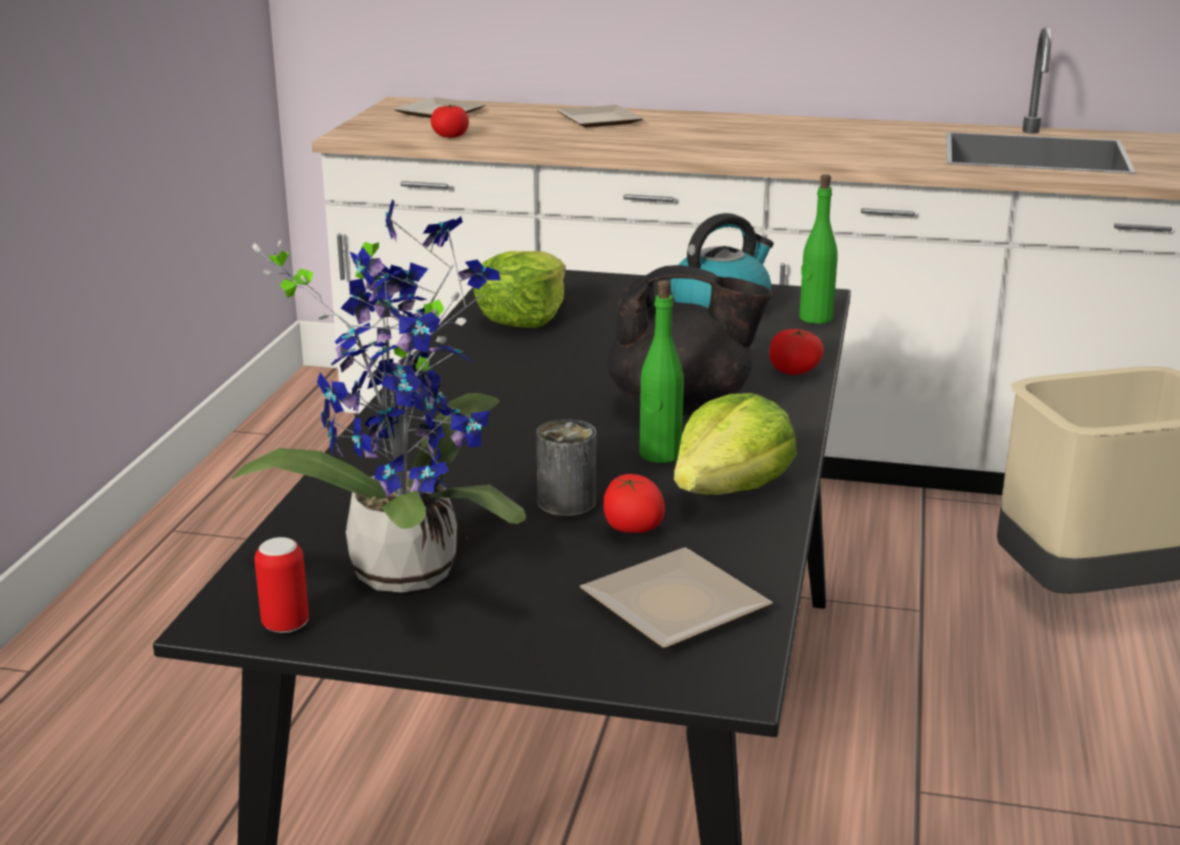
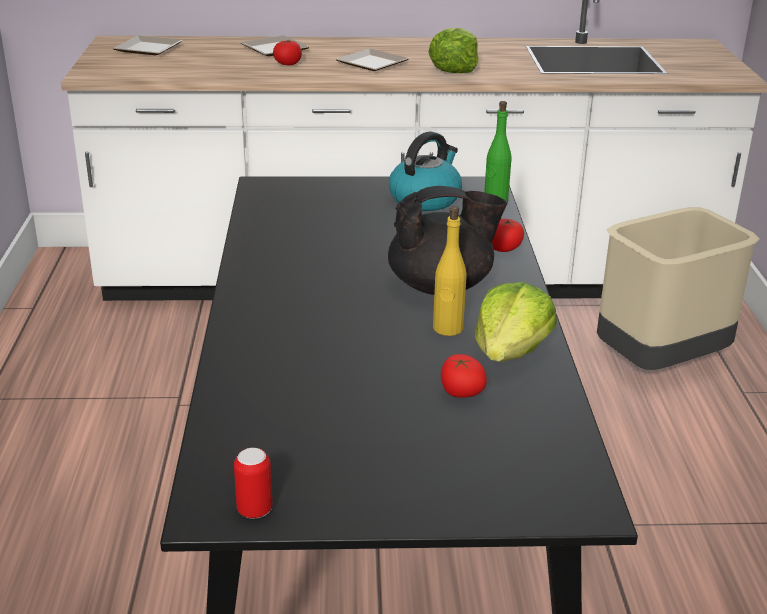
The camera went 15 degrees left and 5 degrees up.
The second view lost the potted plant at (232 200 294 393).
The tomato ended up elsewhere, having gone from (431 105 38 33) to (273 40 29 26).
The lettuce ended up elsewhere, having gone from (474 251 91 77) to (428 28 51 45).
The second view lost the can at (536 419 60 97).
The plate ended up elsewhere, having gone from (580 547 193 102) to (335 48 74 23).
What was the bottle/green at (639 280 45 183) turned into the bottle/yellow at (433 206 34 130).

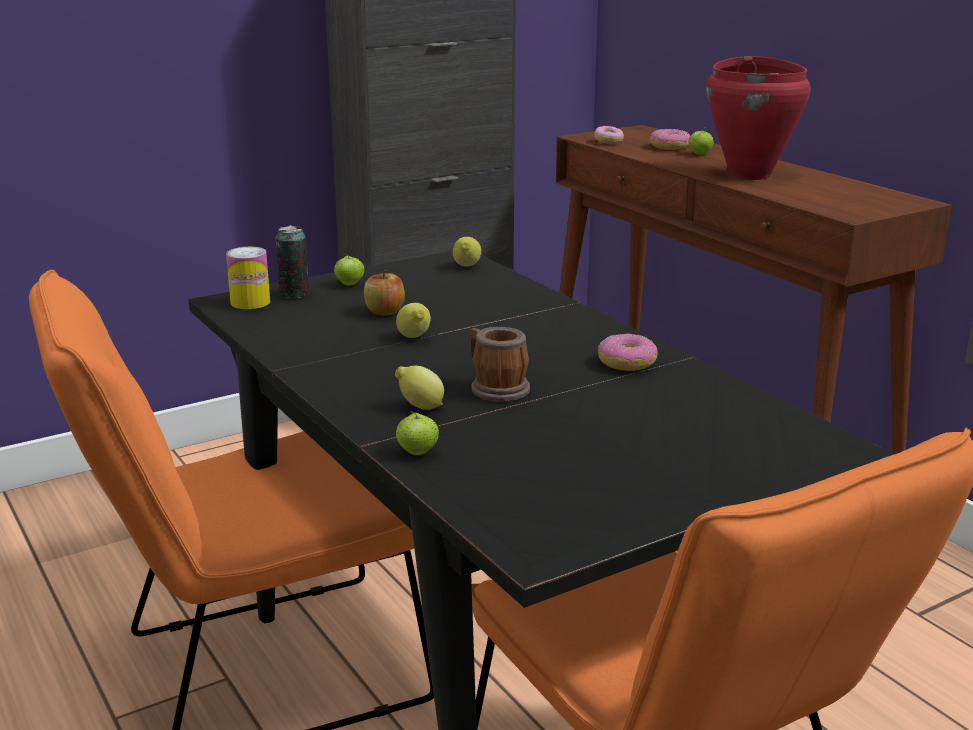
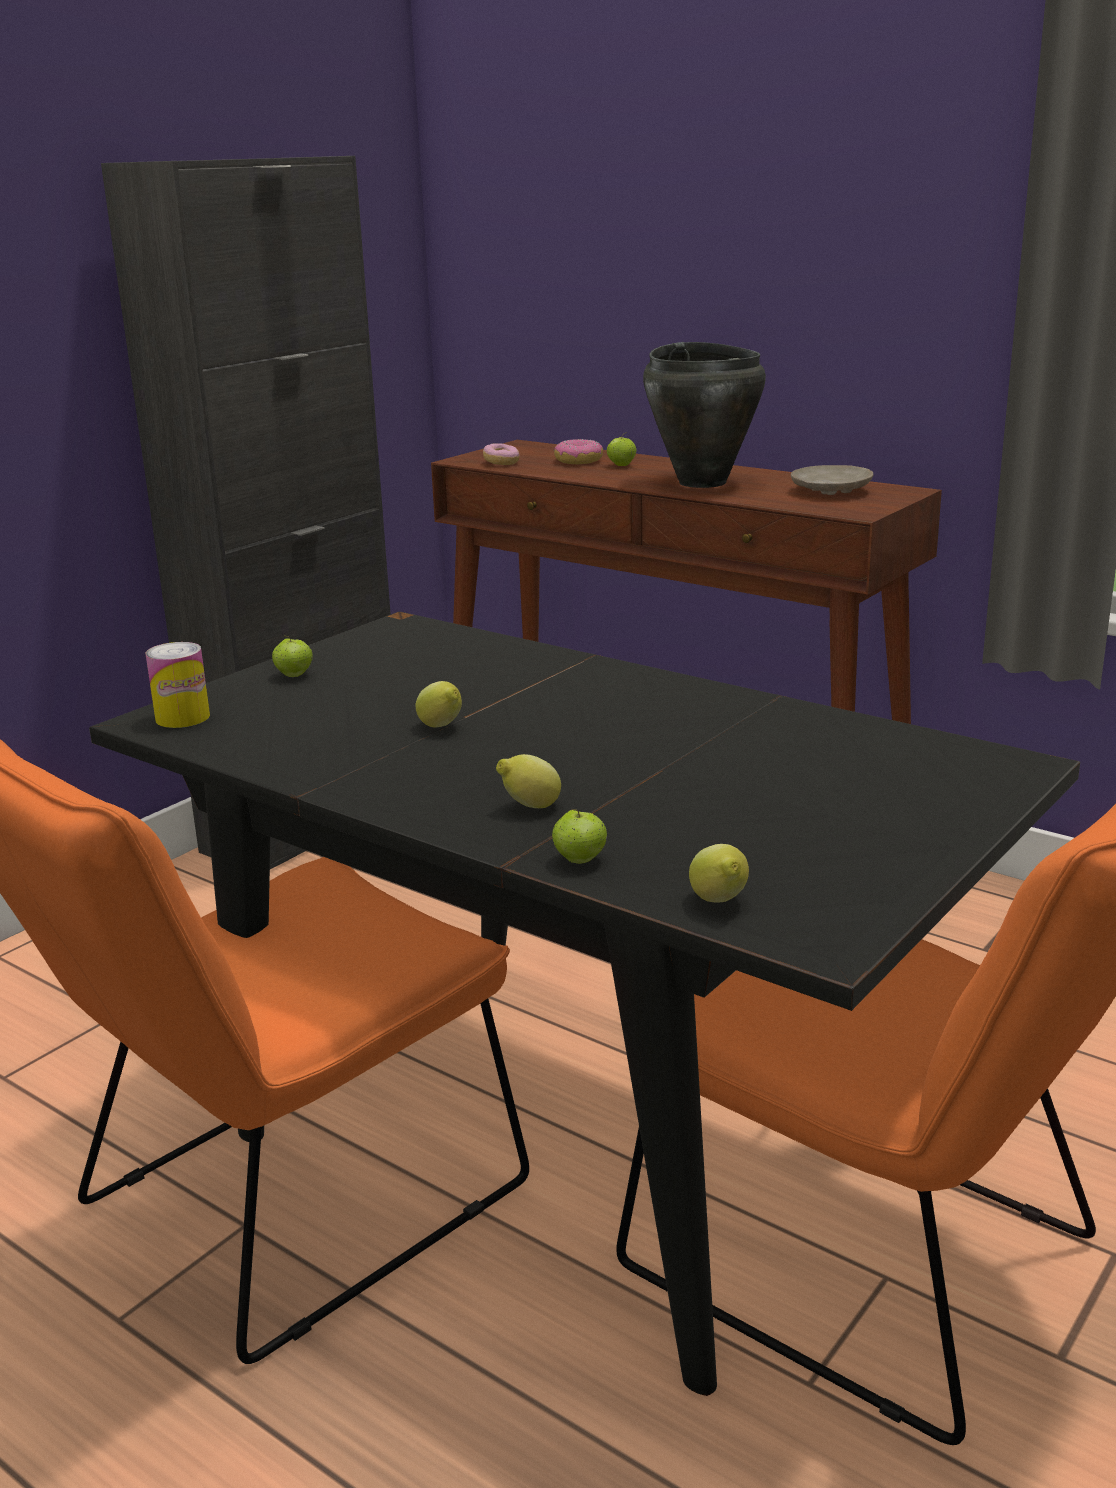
The camera went 20 degrees left and 0 degrees up.
The second view lost the can at (275 225 34 73).
The second view lost the apple at (364 270 41 45).
The lemon ended up elsewhere, having gone from (453 237 28 30) to (689 844 60 59).
The second view lost the mug at (469 327 61 75).
The second view lost the donut at (598 333 60 38).
What was the cooking pot/red at (706 56 105 124) turned into the cooking pot/black at (643 342 123 146).
The second view gained the plate/beige at (791 465 83 30).

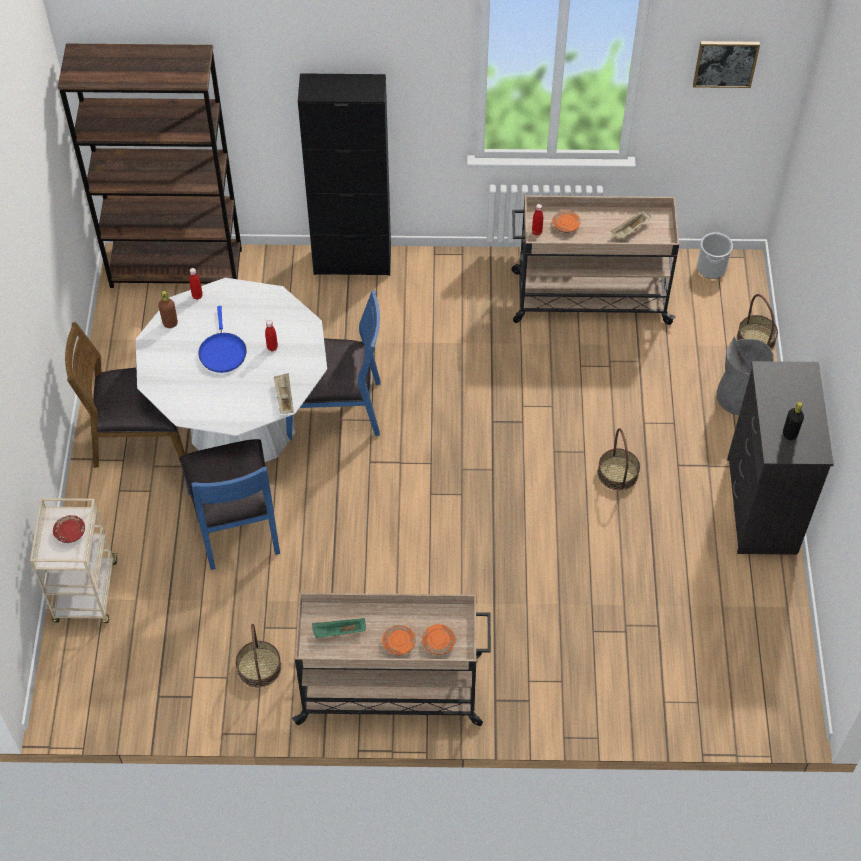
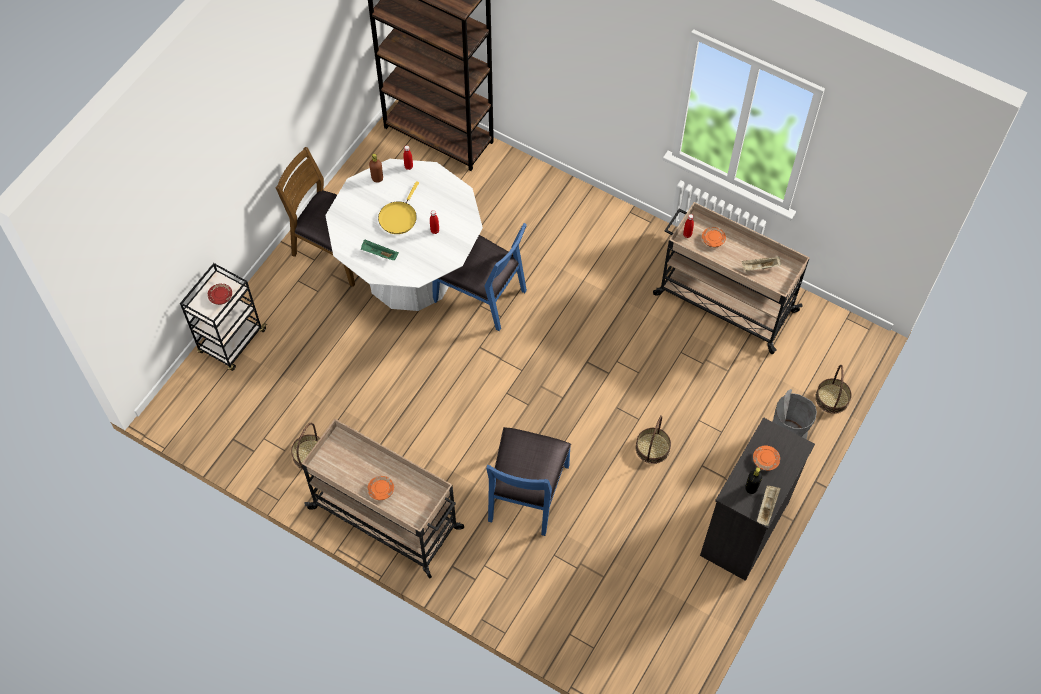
The camera went 30 degrees right and 5 degrees up.
What was the cart/beige at (30 498 87 125) turned into the cart/black at (180 263 88 108).
The chair/blue ended up elsewhere, having gone from (179 439 101 131) to (486 427 85 109).
What was the frying pan/blue at (198 306 49 67) turned into the frying pan/yellow at (378 181 41 53).
The tray/beige ended up elsewhere, having gone from (274 373 20 41) to (757 485 24 41).
The second view lost the cabinet/black at (298 73 93 203).
The tray/green ended up elsewhere, having gone from (312 618 54 20) to (361 239 38 21).
The plate/orange ended up elsewhere, having gone from (422 624 34 31) to (753 446 27 25).
The second view lost the picture at (693 41 67 47).
The second view lost the bucket at (697 232 36 47).

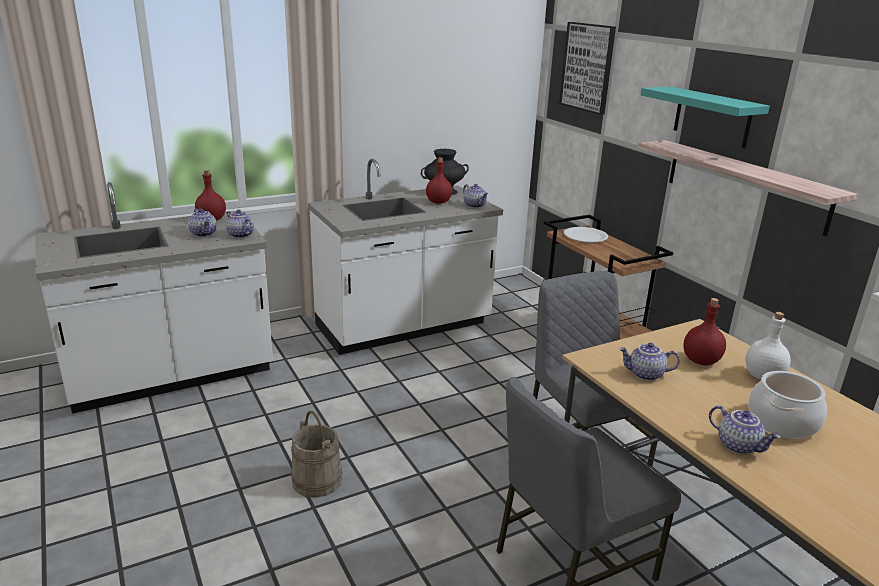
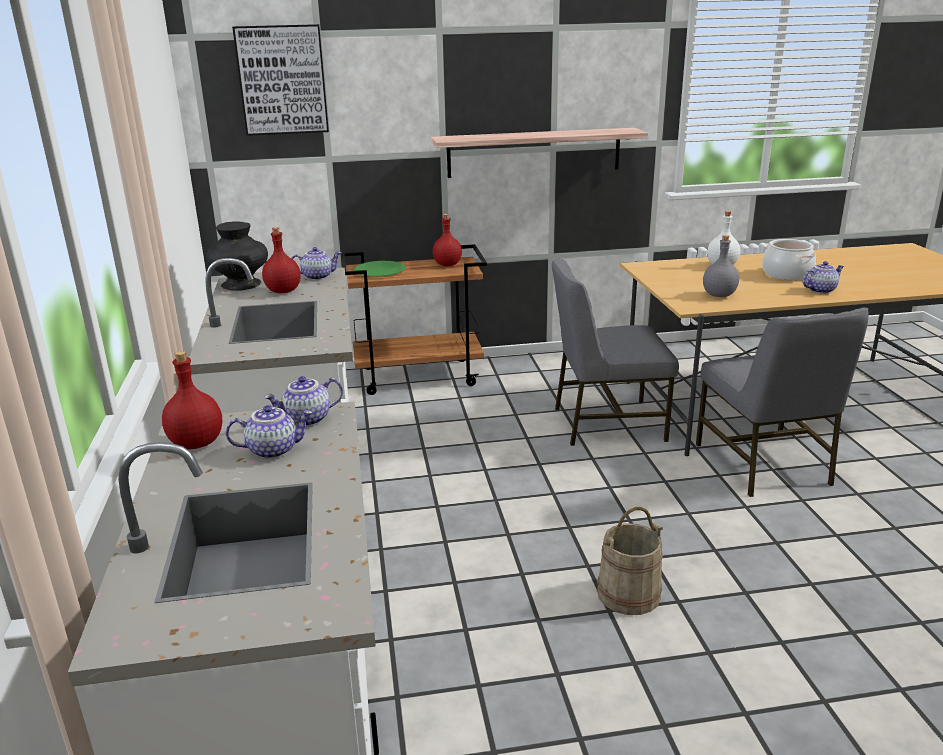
The camera went 70 degrees left and 0 degrees up.
What was the plate/white at (564 227 44 15) turned into the plate/green at (354 261 52 16).
Where the teapot stood at (619 343 61 38), the bottle/grey came to stand at (703 235 36 62).
The second view lost the shelf/turquoise at (640 86 130 62).
The bottle/red ended up elsewhere, having gone from (683 298 43 67) to (432 214 30 52).

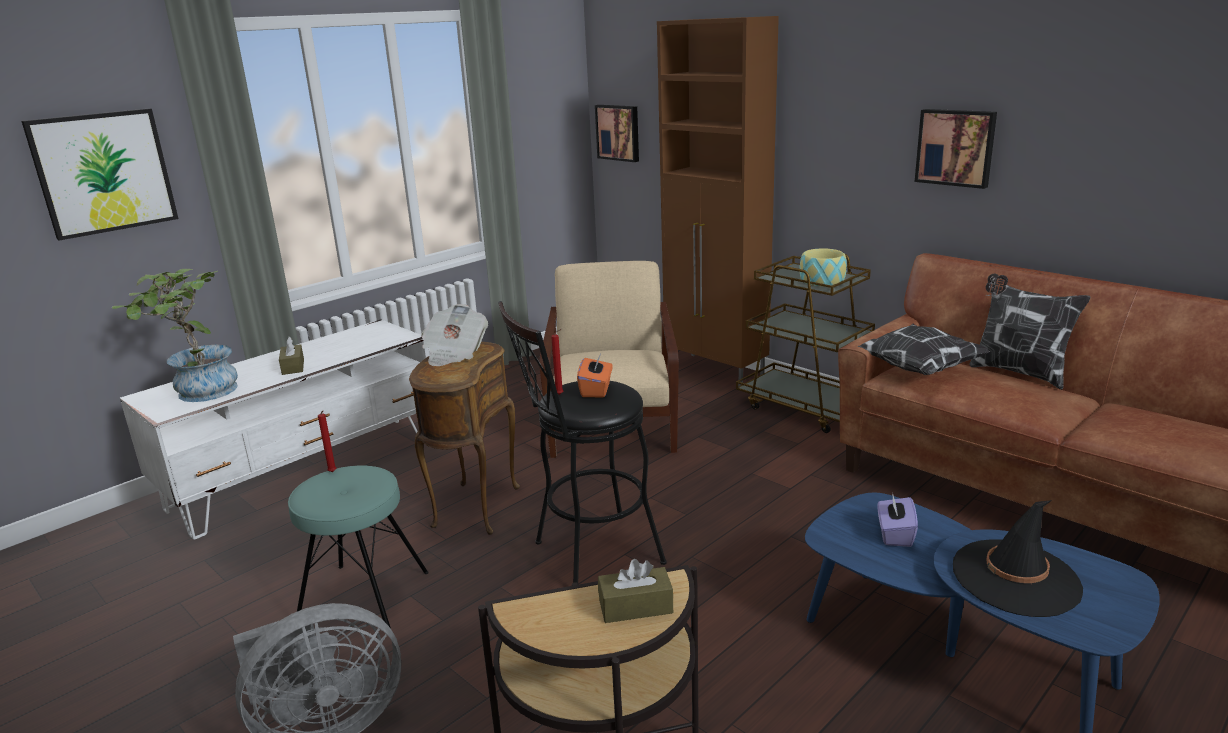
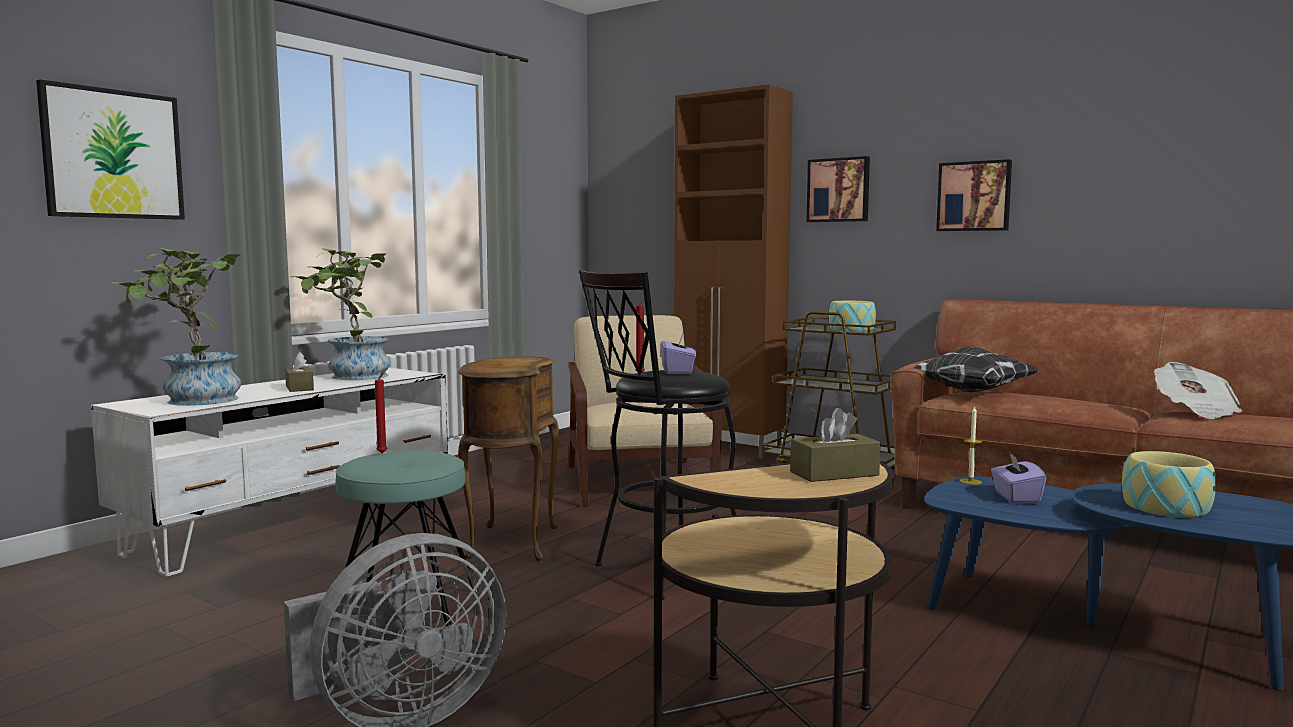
The camera went 10 degrees left and 15 degrees down.
The newspaper ended up elsewhere, having gone from (421 304 67 62) to (1154 362 88 57).
What was the tissue box/orange at (577 352 36 45) turned into the tissue box/purple at (661 331 35 43).
The picture ended up elsewhere, having gone from (595 105 44 57) to (806 156 64 66).
Where the hat/black stood at (953 500 130 117), the bowl came to stand at (1122 451 94 66).
The second view lost the pillow at (969 274 122 116).
The second view gained the potted plant at (290 248 100 132).
The second view gained the candle at (960 406 22 79).

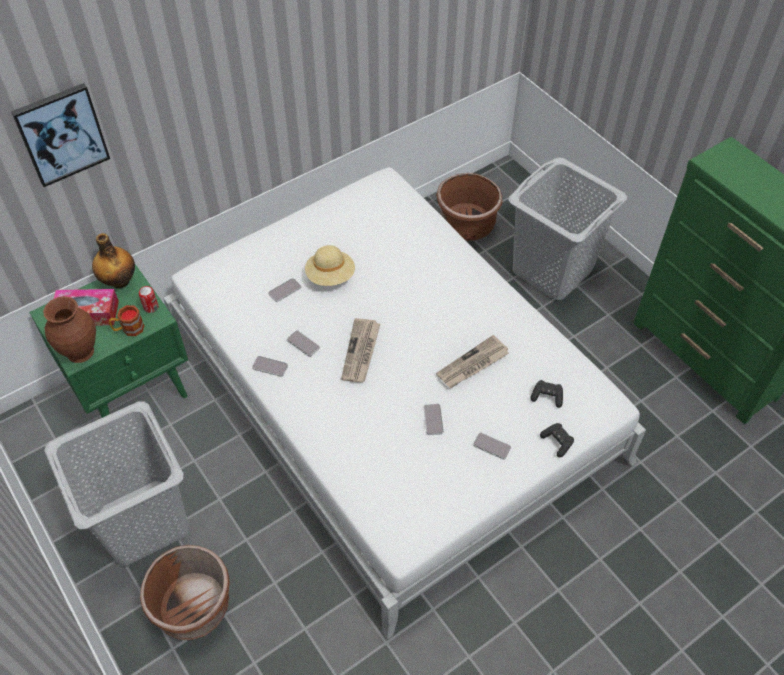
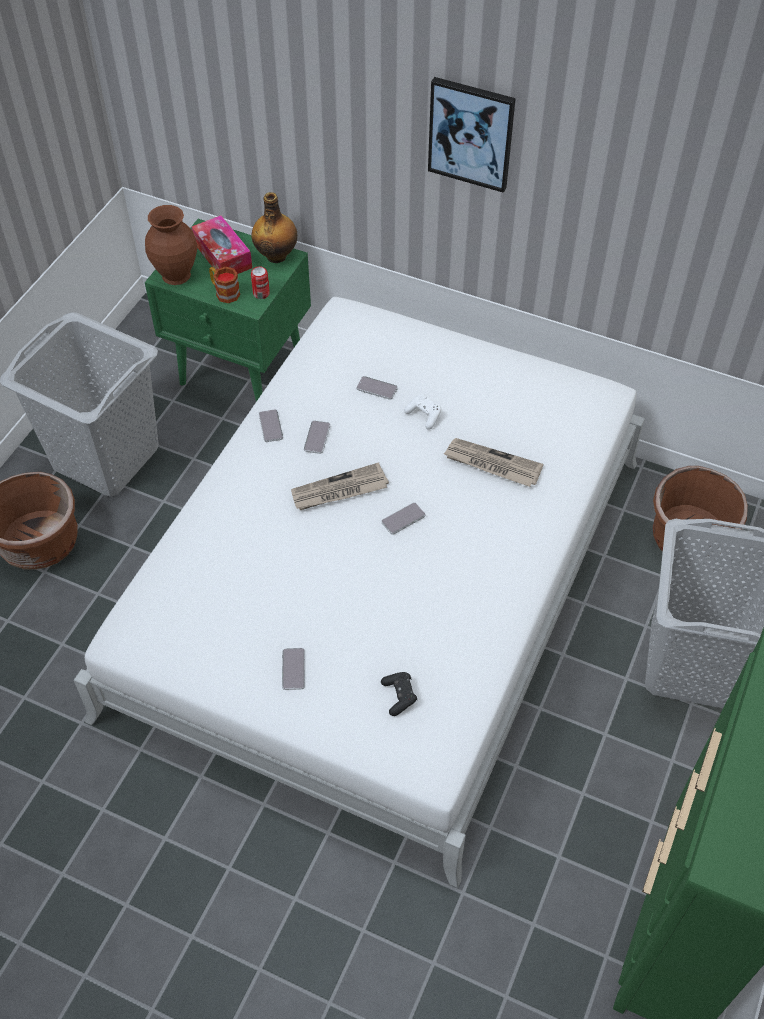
The camera went 60 degrees right and 0 degrees up.
The picture ended up elsewhere, having gone from (11 83 99 104) to (428 77 88 116).
Where the hat/beige stood at (305 245 50 41), the game controller/white came to stand at (404 394 37 36).
The phone ended up elsewhere, having gone from (424 404 20 31) to (382 502 43 33).
The newspaper ended up elsewhere, having gone from (436 335 73 53) to (444 438 100 49).
The second view lost the game controller/black at (540 423 34 34).

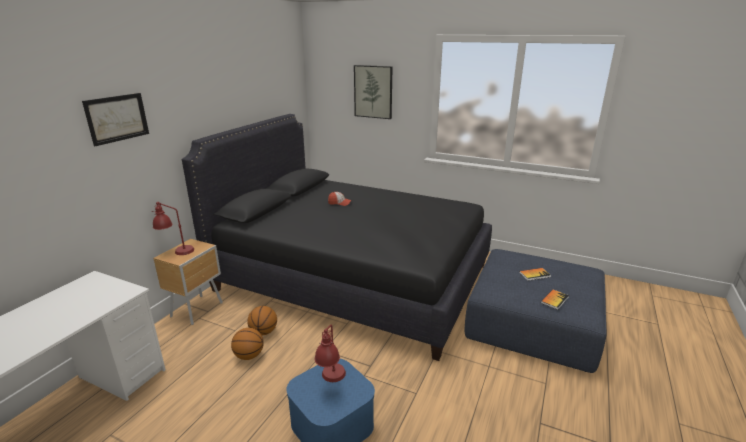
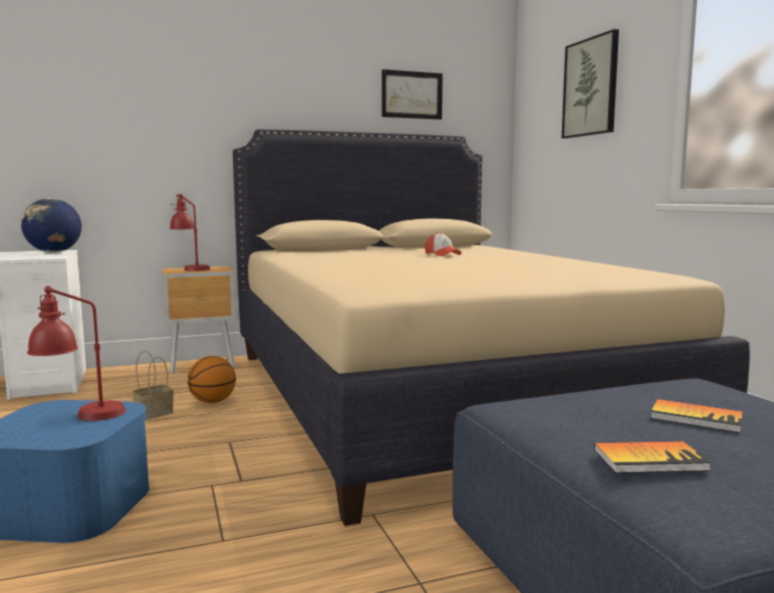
The camera went 45 degrees right and 15 degrees down.
The picture ended up elsewhere, having gone from (82 93 67 53) to (382 69 61 51).
What was the bed/black at (182 114 310 247) turned into the bed/beige at (233 129 517 397).
Where the basketball stood at (231 328 33 32), the basket came to stand at (132 350 42 70).
The second view gained the globe at (21 198 61 55).

